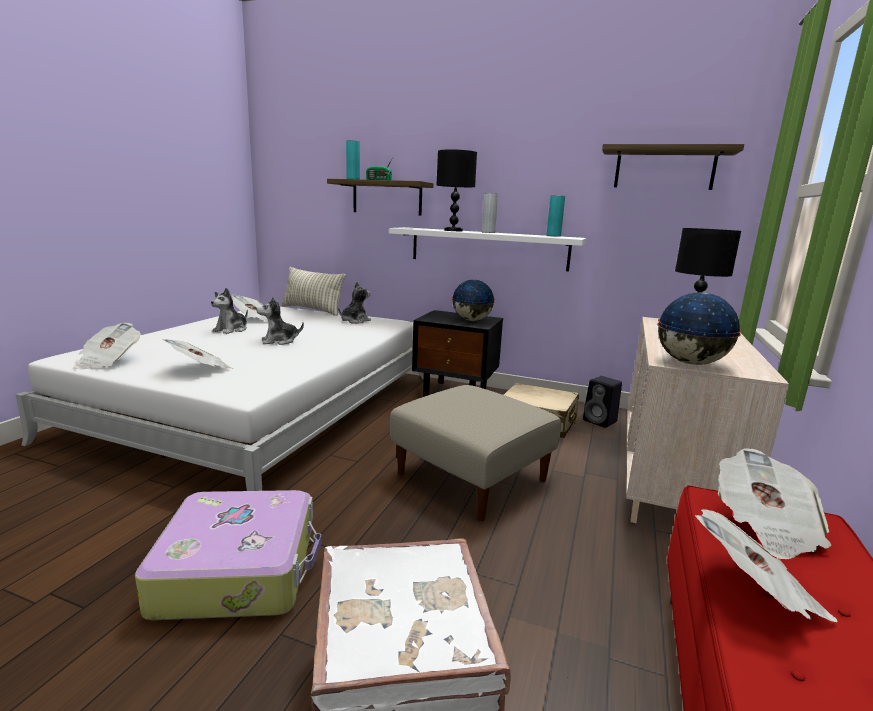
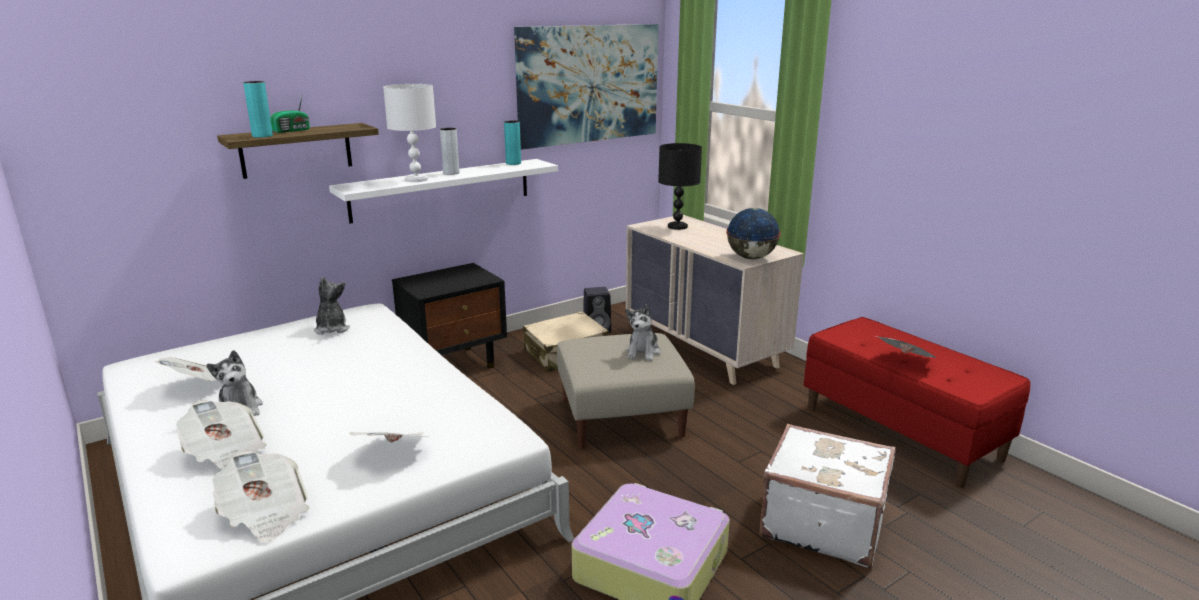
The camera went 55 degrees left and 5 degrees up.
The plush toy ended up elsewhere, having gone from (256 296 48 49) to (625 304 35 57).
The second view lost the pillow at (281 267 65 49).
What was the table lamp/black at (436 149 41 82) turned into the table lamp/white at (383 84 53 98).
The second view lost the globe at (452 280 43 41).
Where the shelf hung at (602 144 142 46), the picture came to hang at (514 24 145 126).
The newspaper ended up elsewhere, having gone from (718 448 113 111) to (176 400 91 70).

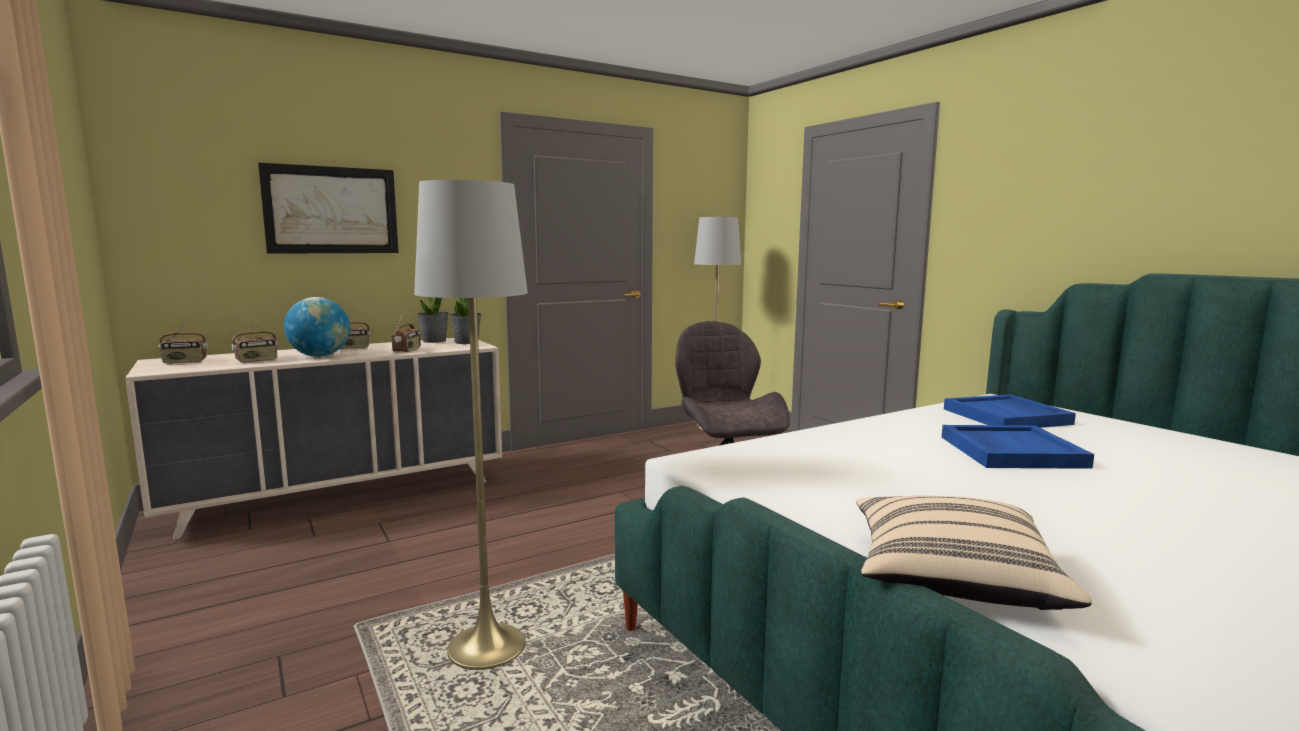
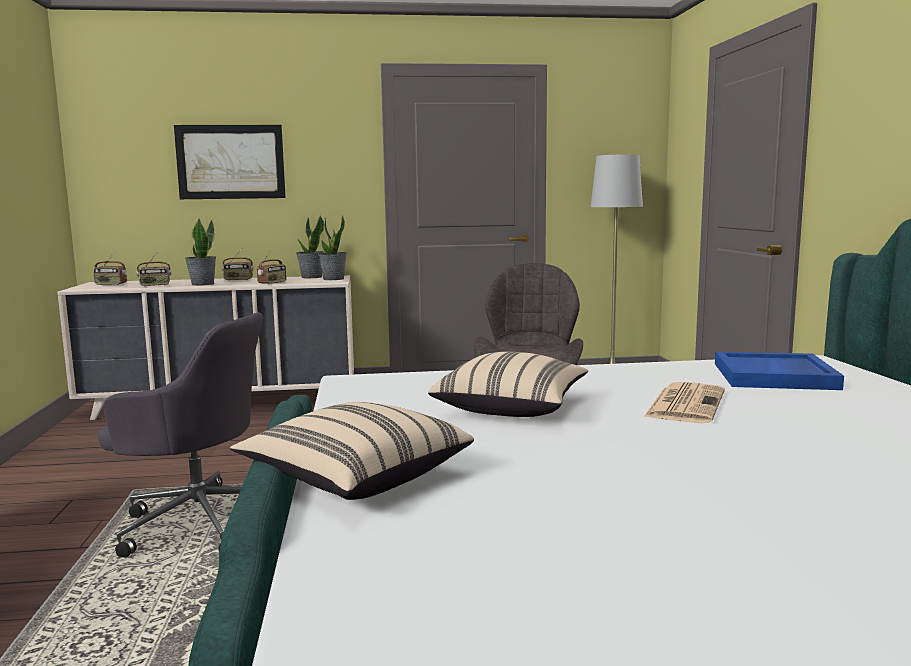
The camera went 25 degrees right and 0 degrees up.
Where the globe stood at (284 297 66 60), the potted plant came to stand at (185 219 31 67).
Where the floor lamp/grey stood at (414 179 114 491), the office chair/grey came to stand at (98 312 165 246).
Where the tray/blue stood at (942 425 152 44), the newspaper came to stand at (644 382 81 41).
The second view gained the pillow/beige at (428 352 160 65).

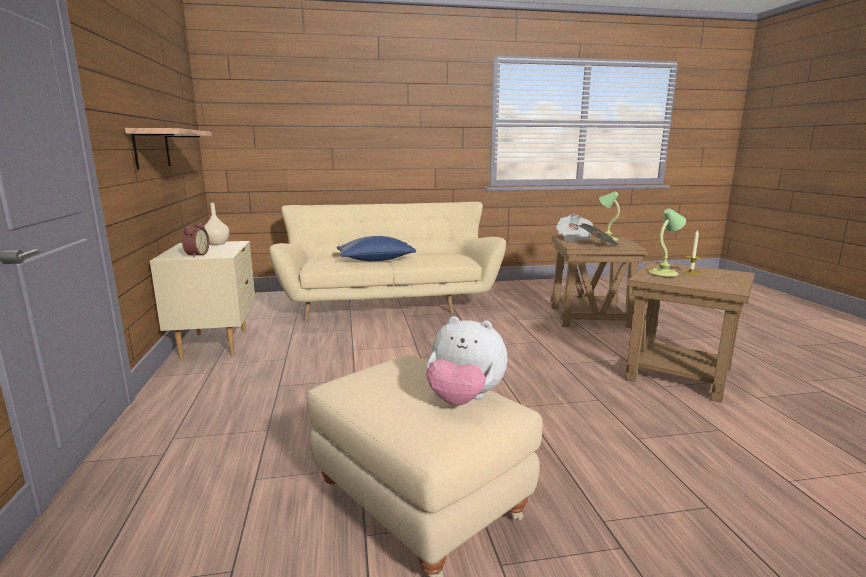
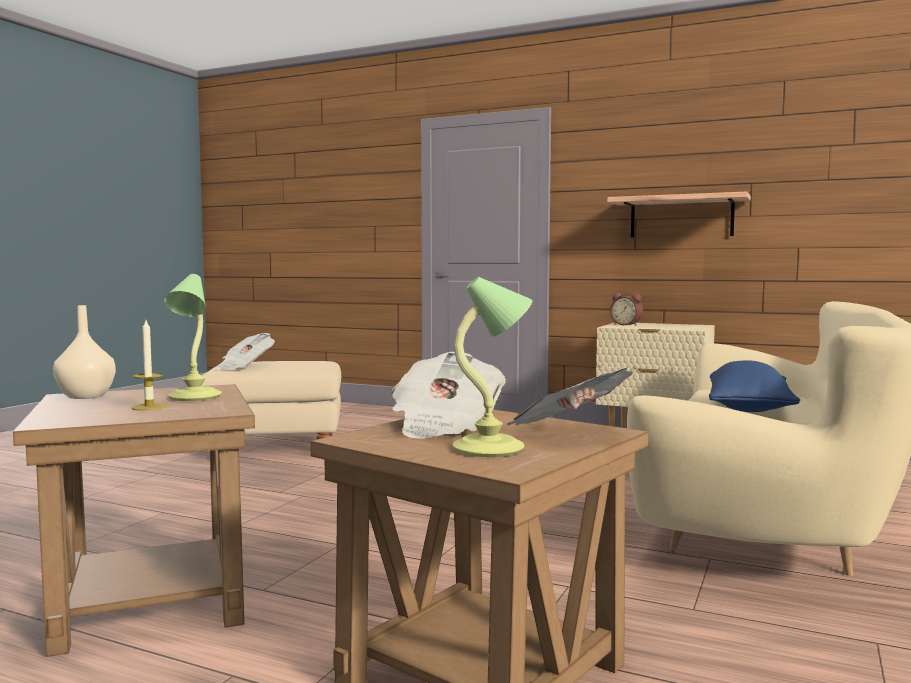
The camera went 125 degrees right and 10 degrees down.
The vase/beige ended up elsewhere, having gone from (204 203 25 42) to (53 305 63 94).
Where the plush toy stood at (426 316 82 90), the newspaper came to stand at (216 333 59 37).

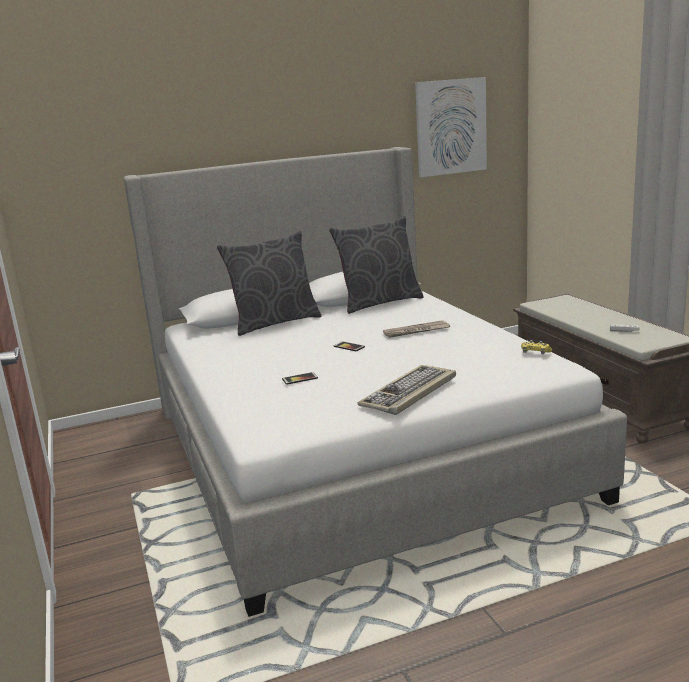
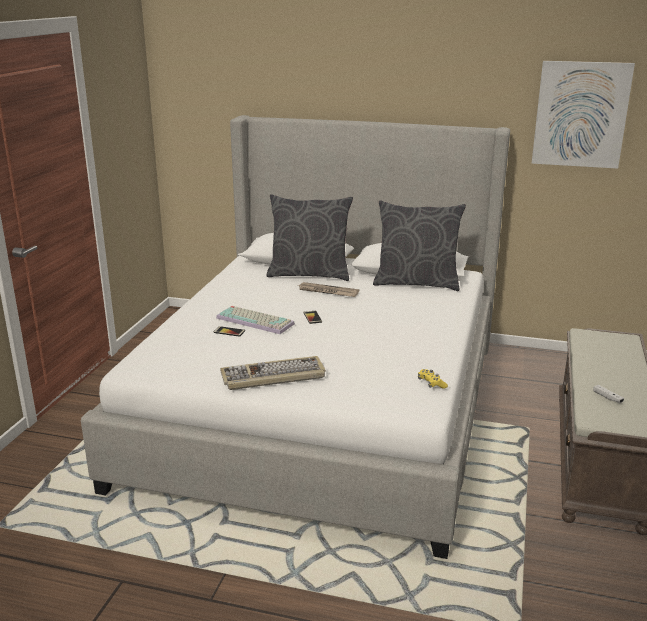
The camera went 35 degrees right and 5 degrees up.
The newspaper ended up elsewhere, having gone from (383 320 67 18) to (299 282 60 15).
The second view gained the keyboard at (216 306 79 28).

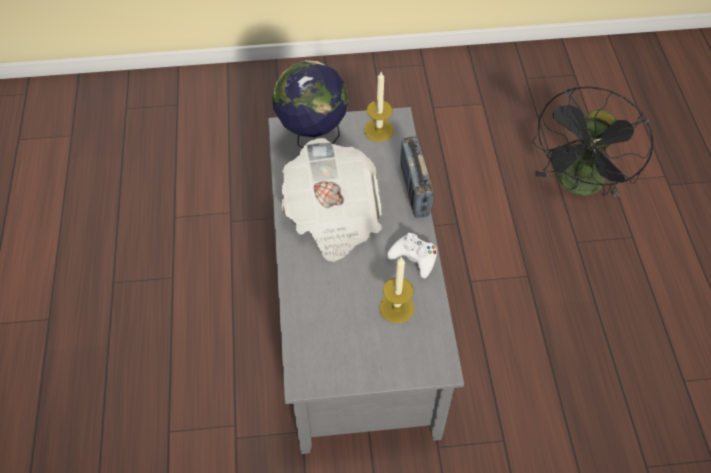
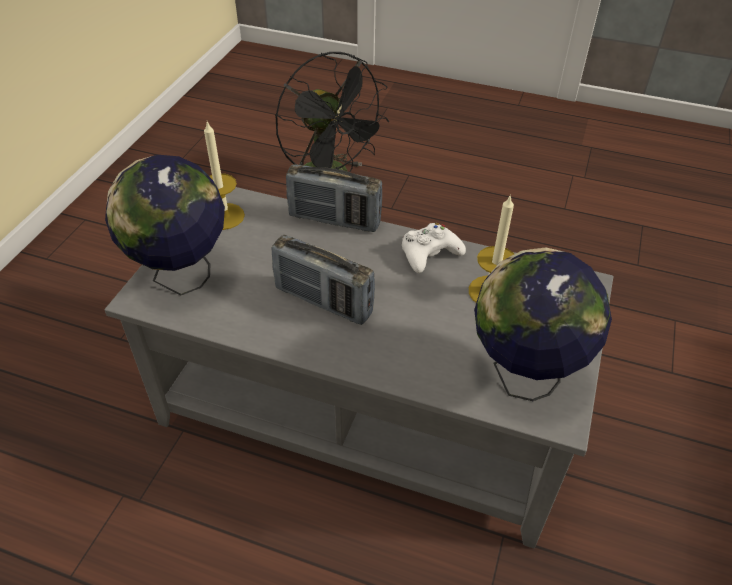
The camera went 65 degrees left and 10 degrees down.
Where the newspaper stood at (281 138 101 124), the radio came to stand at (271 235 104 90).
The second view gained the globe at (474 247 138 154).

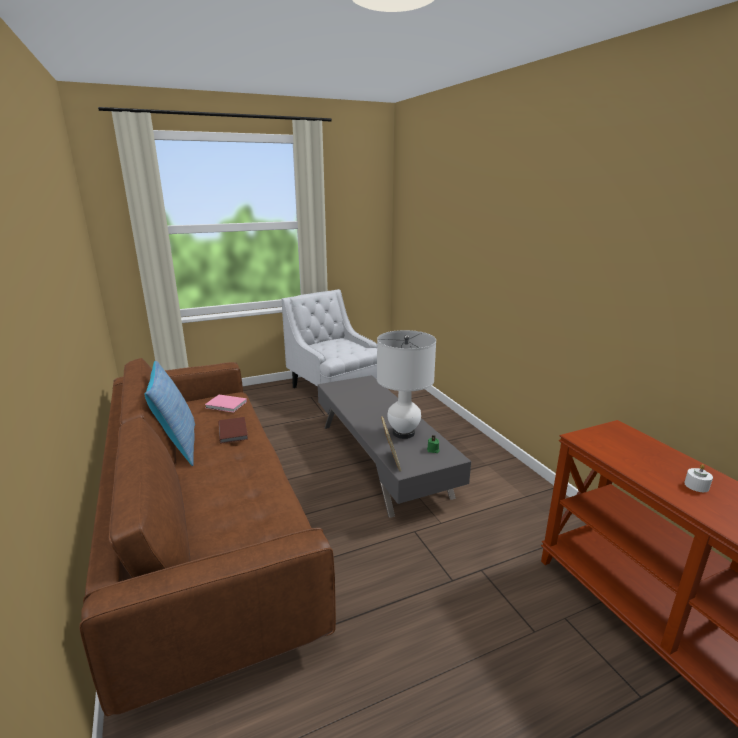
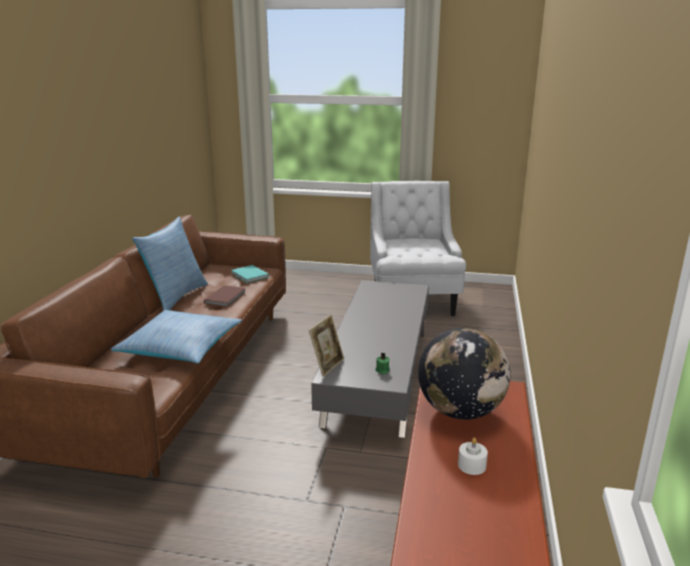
The camera went 35 degrees right and 0 degrees up.
What was the book/pink at (205 395 42 18) turned into the book/turquoise at (231 265 38 18).
The second view lost the table lamp/white at (377 330 59 109).
The second view gained the pillow at (111 309 131 55).
The second view gained the globe at (418 328 93 92).

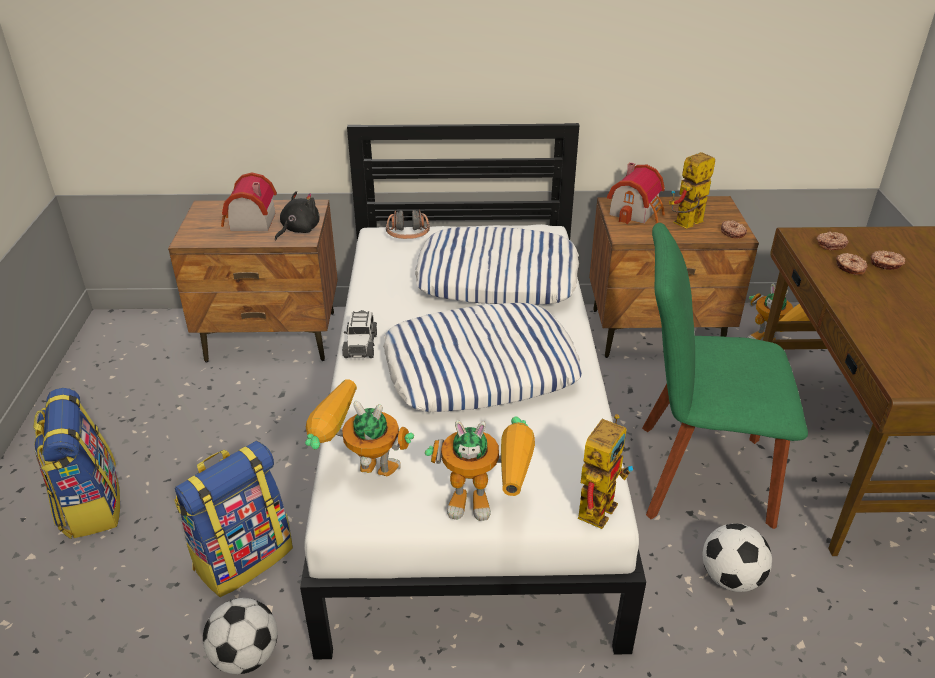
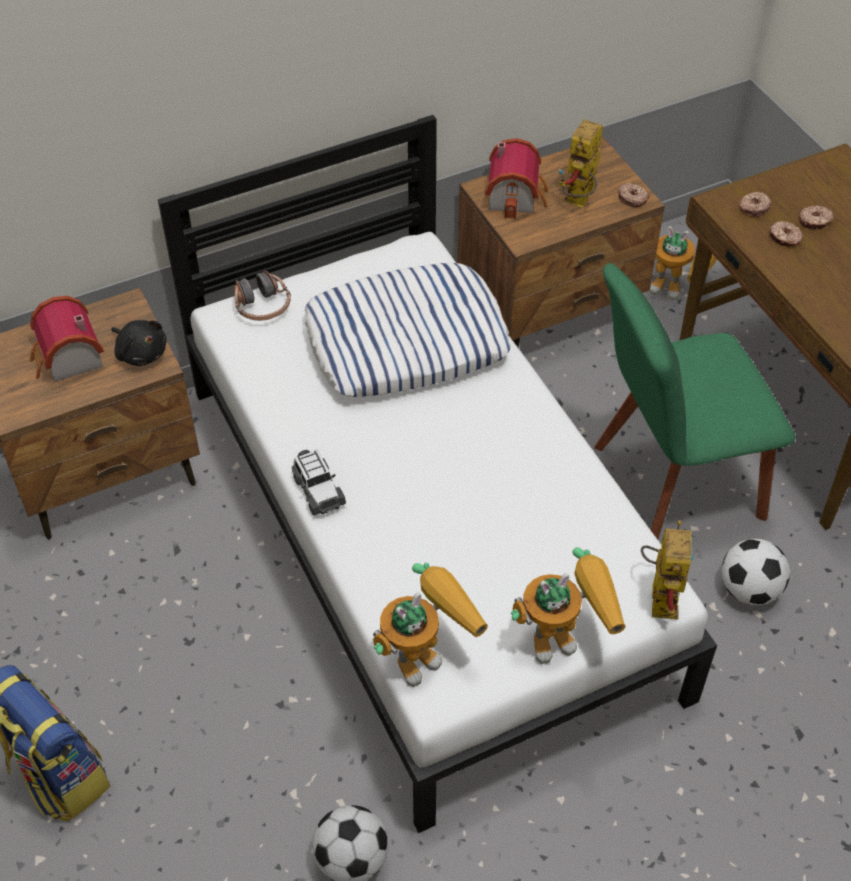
The camera went 25 degrees left and 15 degrees up.
The second view lost the backpack at (174 441 119 156).
The plush toy/black at (275 191 45 49) ended up facing another way, 120 degrees clockwise from before.
The toy robot at (305 379 109 97) ended up facing another way, 150 degrees clockwise from before.
The second view lost the pillow at (383 303 199 109).

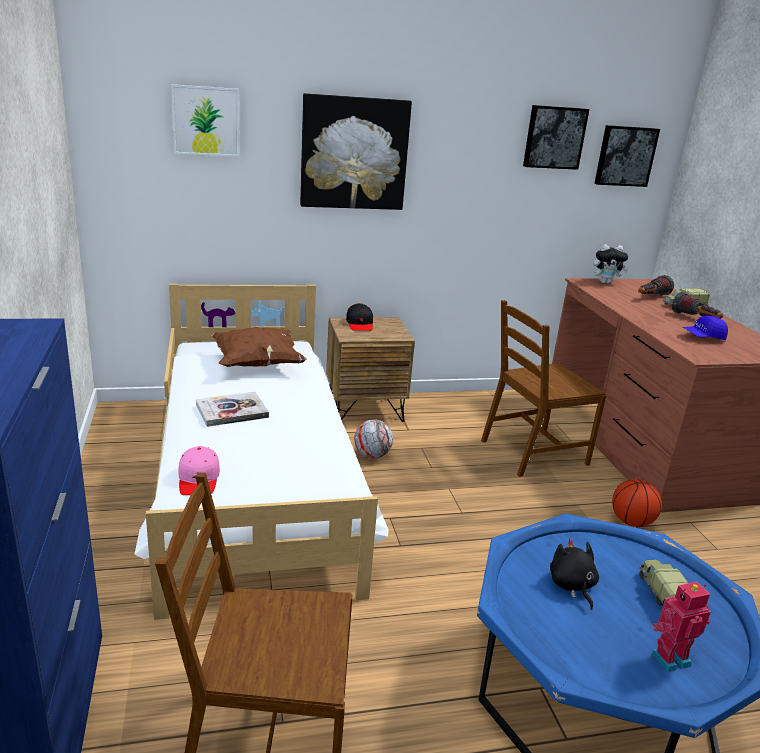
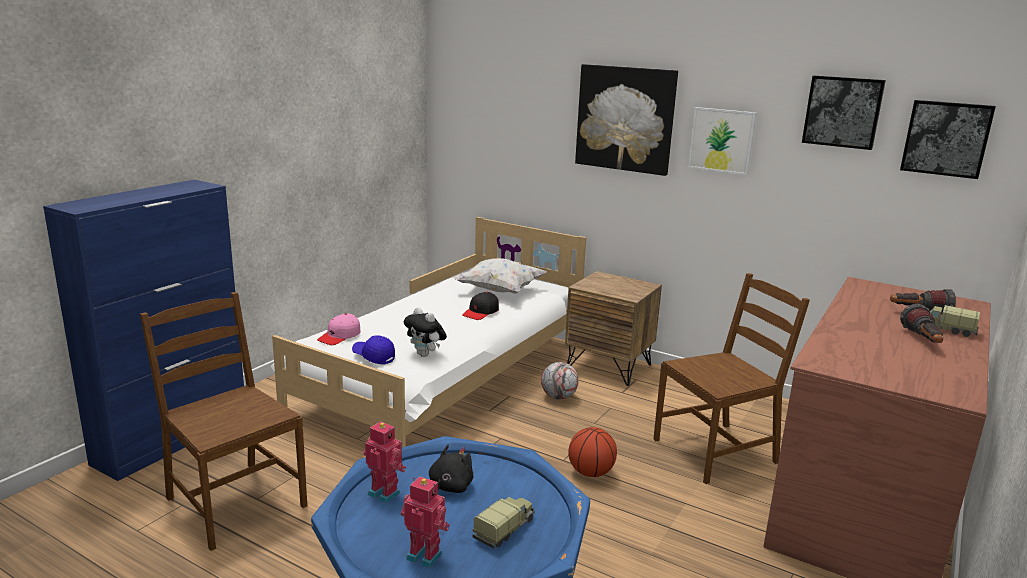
The camera went 45 degrees right and 5 degrees down.
The picture ended up elsewhere, having gone from (171 84 69 73) to (688 107 69 68).
The second view lost the book at (196 392 73 35).
What was the pillow/brown at (211 327 96 40) turned into the pillow/white at (453 258 93 36).
The cap/black ended up elsewhere, having gone from (346 303 27 28) to (462 292 37 28).
The chair/brown at (481 300 125 177) ended up facing another way, 135 degrees clockwise from before.
The plush toy ended up elsewhere, having gone from (593 244 35 40) to (404 307 43 50).
The basketball ended up elsewhere, having gone from (612 479 50 48) to (568 427 49 50).
The cap/blue ended up elsewhere, having gone from (682 316 46 24) to (352 335 43 30).
The second view gained the toy robot at (363 421 43 83).

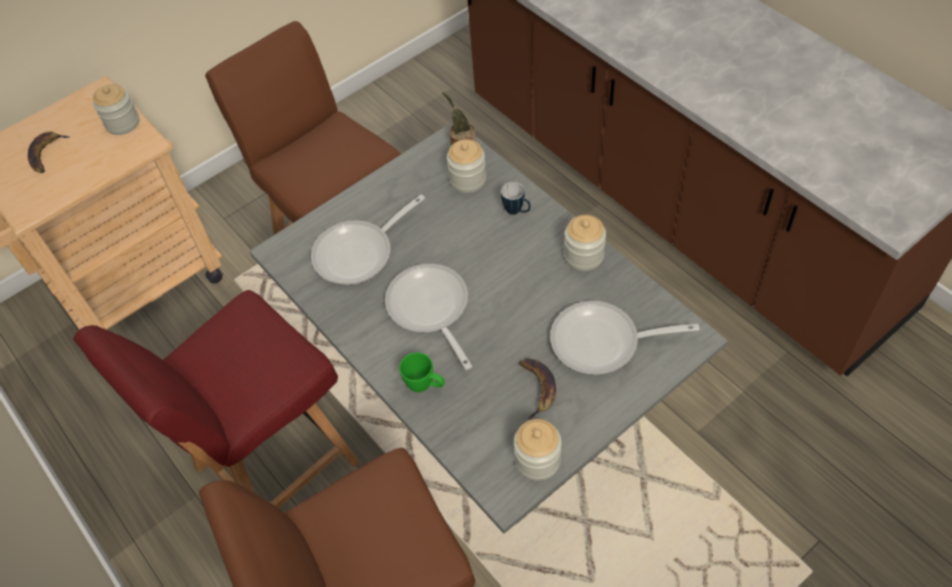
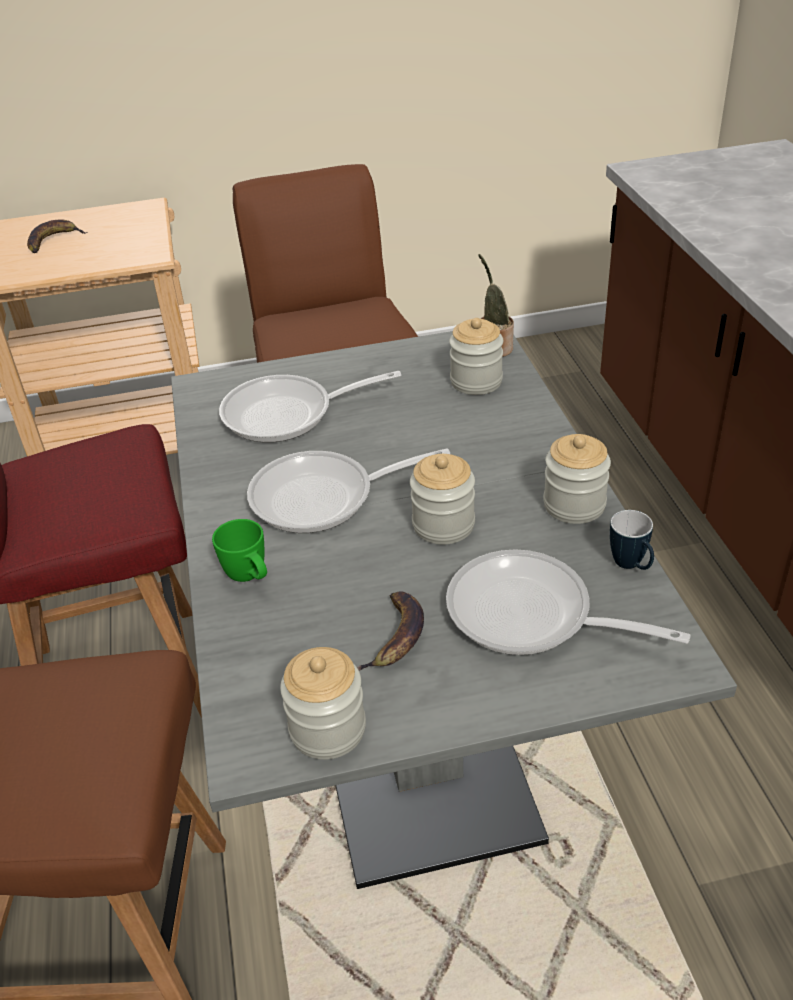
The camera went 25 degrees right and 15 degrees down.
The jar ended up elsewhere, having gone from (93 84 47 51) to (410 454 65 90).
The frying pan at (385 264 87 106) ended up facing another way, 105 degrees counterclockwise from before.
The mug ended up elsewhere, having gone from (501 182 30 33) to (610 510 44 60).

